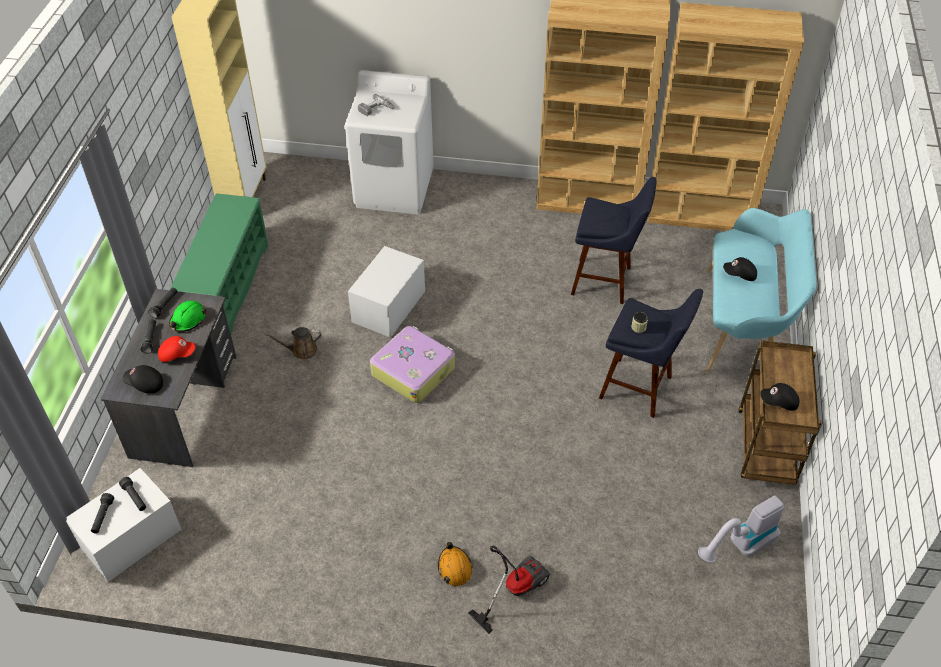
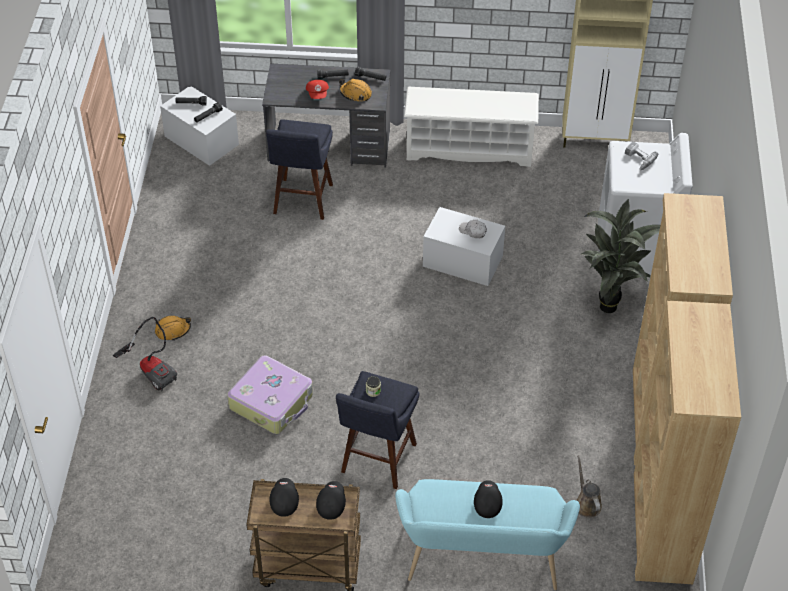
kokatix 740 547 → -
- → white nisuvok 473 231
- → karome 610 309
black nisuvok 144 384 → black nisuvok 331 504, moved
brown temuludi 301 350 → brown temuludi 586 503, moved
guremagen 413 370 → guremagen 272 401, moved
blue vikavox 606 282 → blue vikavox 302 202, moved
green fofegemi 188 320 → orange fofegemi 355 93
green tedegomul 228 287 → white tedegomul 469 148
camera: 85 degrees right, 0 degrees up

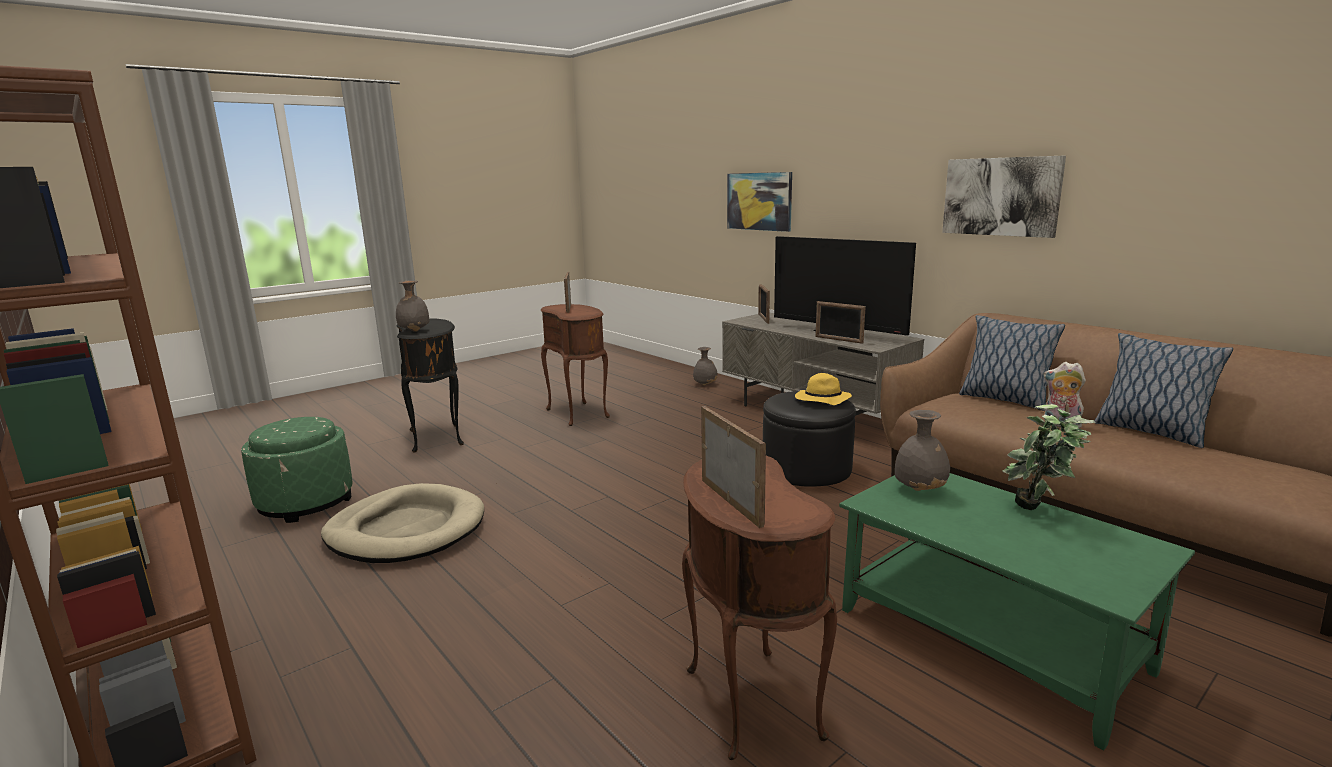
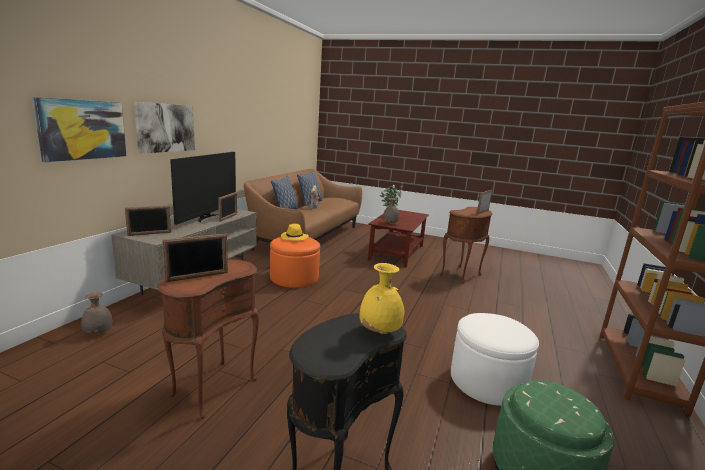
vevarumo 1001 196 → vevarumo 165 127, moved
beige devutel 406 530 → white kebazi 487 381
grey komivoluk 413 331 → yellow komivoluk 380 332
black kebazi 806 468 → orange kebazi 294 278
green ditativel 991 640 → brown ditativel 396 252
camera: 120 degrees left, 0 degrees up

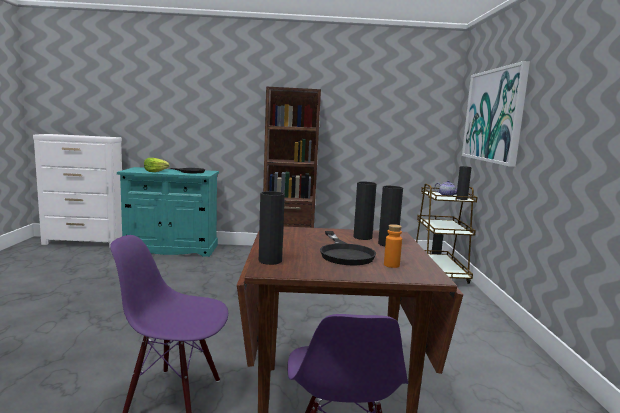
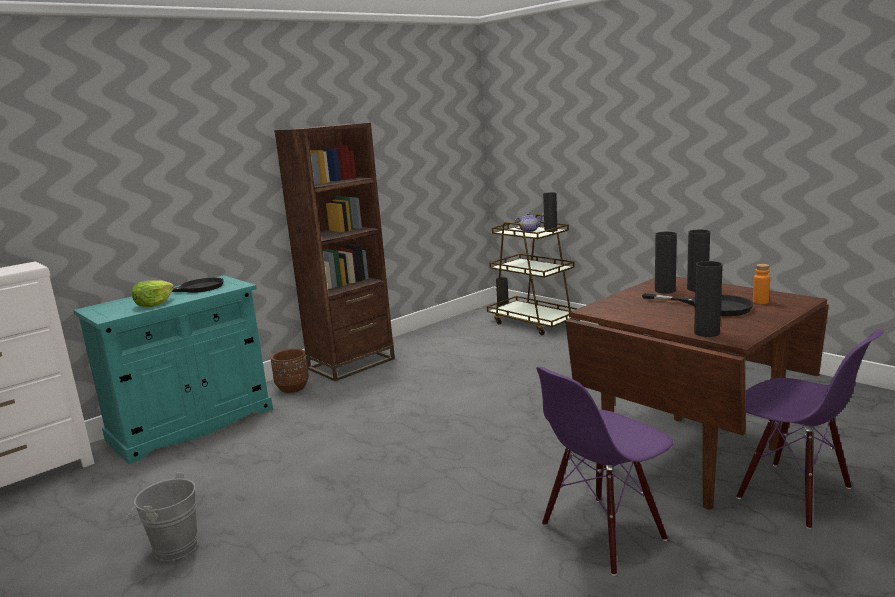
vevarumo 493 115 → -
- → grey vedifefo 171 547
- → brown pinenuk 292 388
camera: 40 degrees left, 5 degrees up

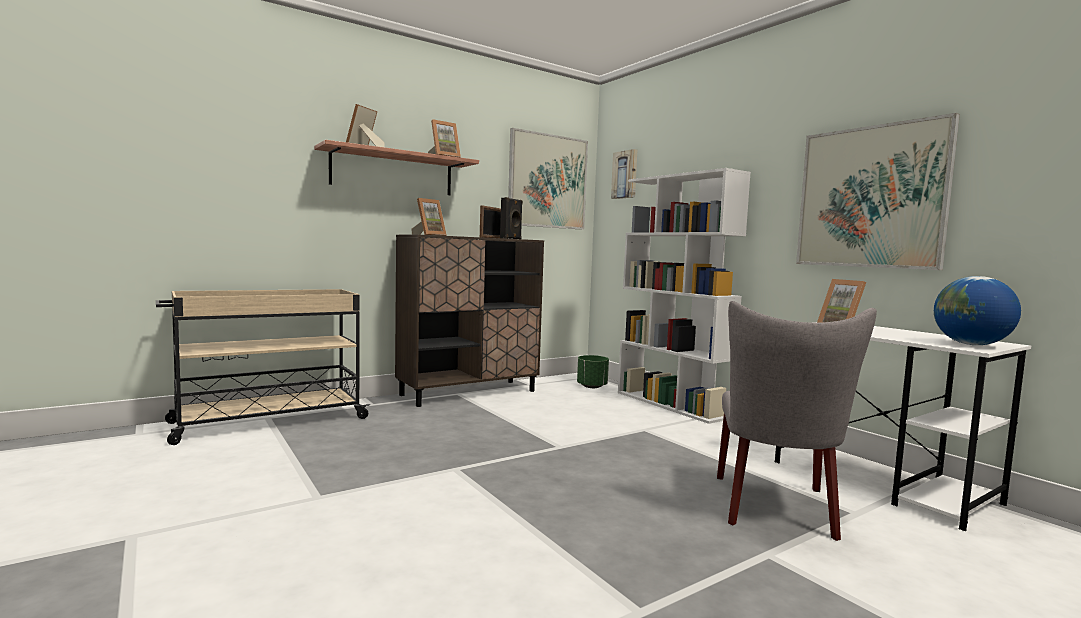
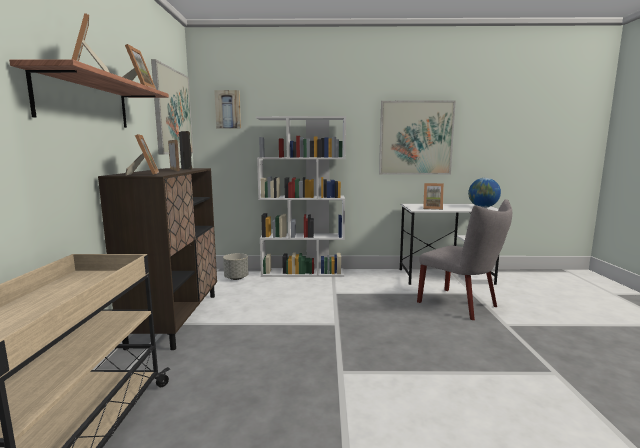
green pinenuk 591 386 → grey pinenuk 236 278
camera: 55 degrees left, 5 degrees up

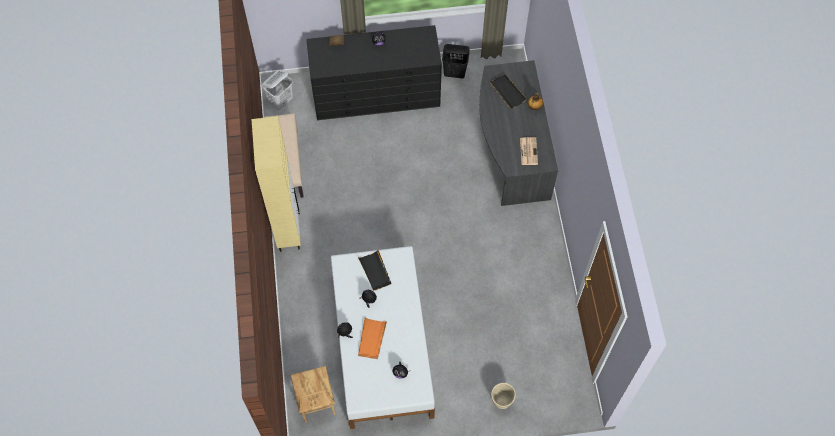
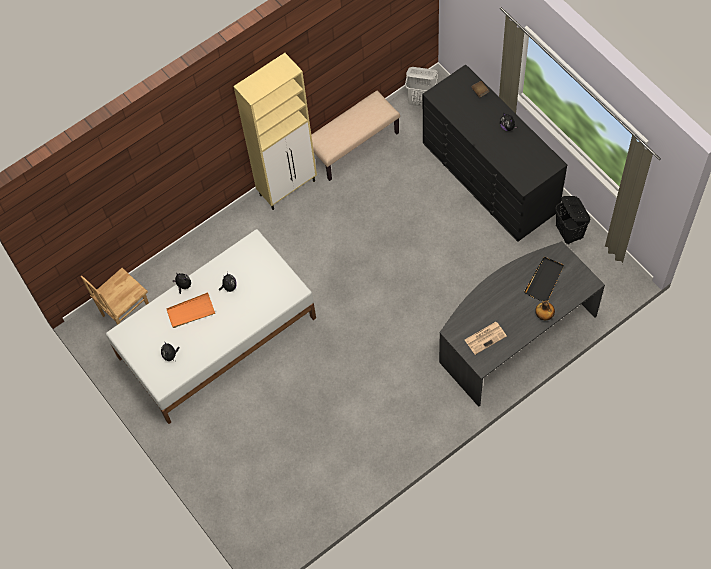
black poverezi 375 271 → -
beige pinenuk 501 402 → -
camera: 65 degrees right, 0 degrees up

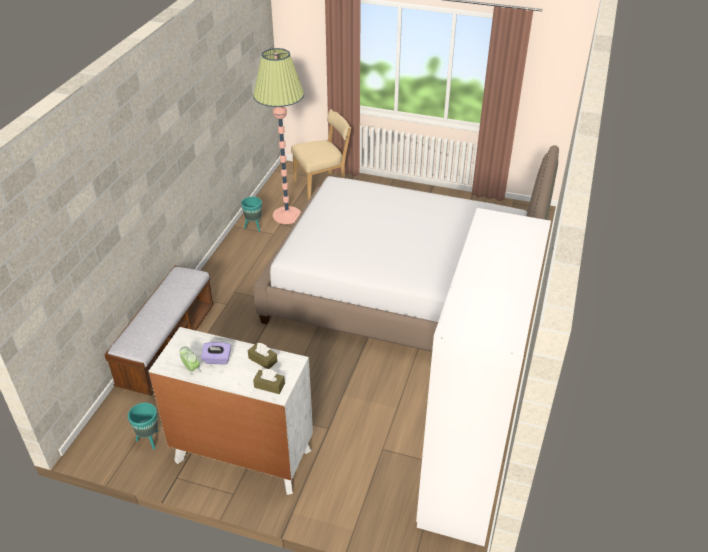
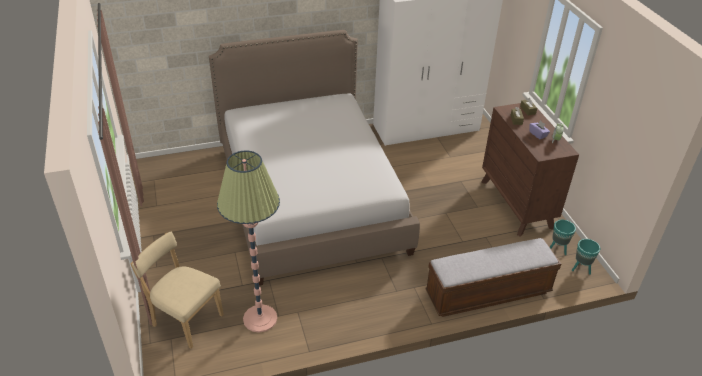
turquoise pinenuk 254 227 → turquoise pinenuk 581 269, moved
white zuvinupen 243 455 → brown zuvinupen 516 204
camera: 125 degrees left, 0 degrees up

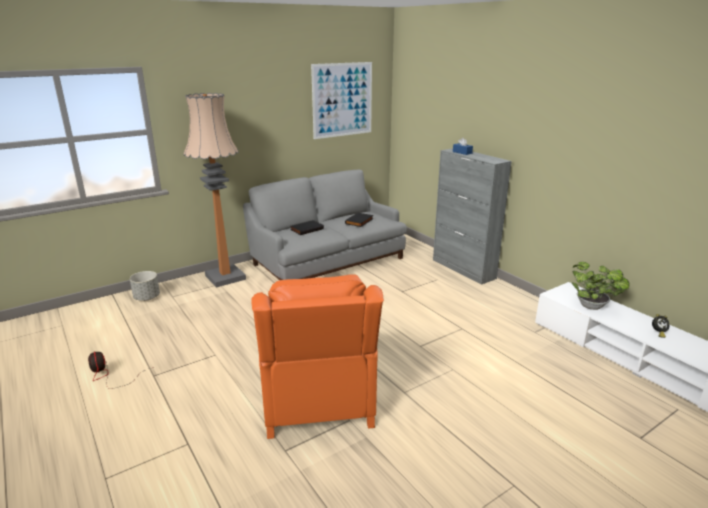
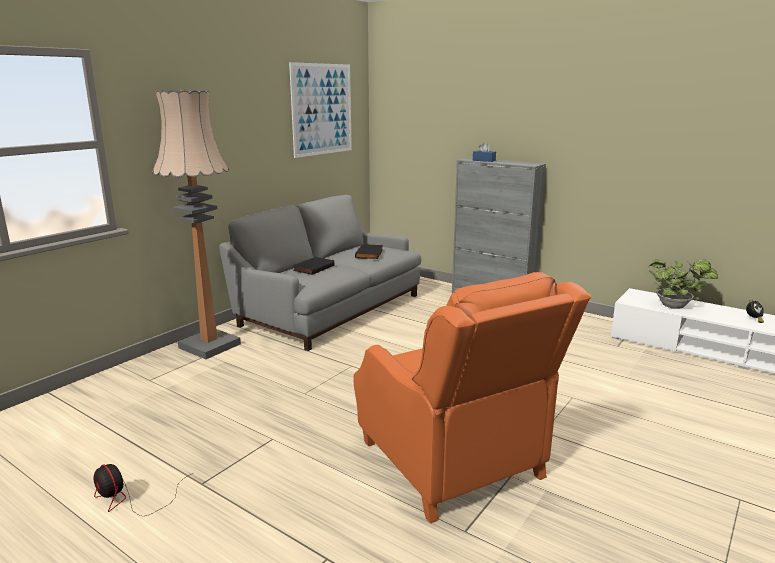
grey pinenuk 147 297 → -
camera: 20 degrees left, 5 degrees down

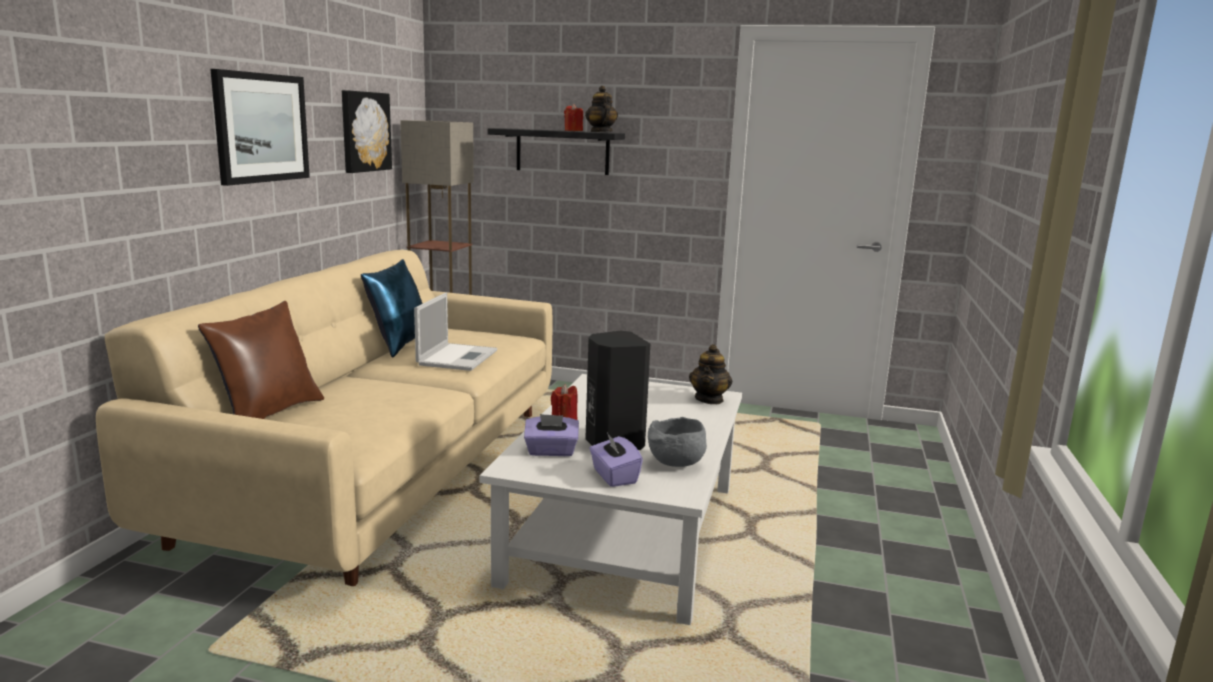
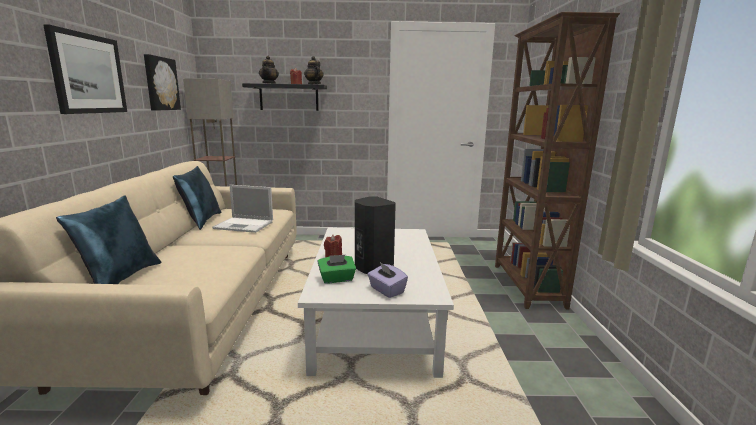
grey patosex 675 464 → -
- → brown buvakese 527 286
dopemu 709 399 → dopemu 269 83, moved
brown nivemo 269 414 → blue nivemo 121 279
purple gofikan 551 451 → green gofikan 337 279
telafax 458 357 → telafax 245 225, 105 degrees clockwise
camera: 15 degrees left, 0 degrees up

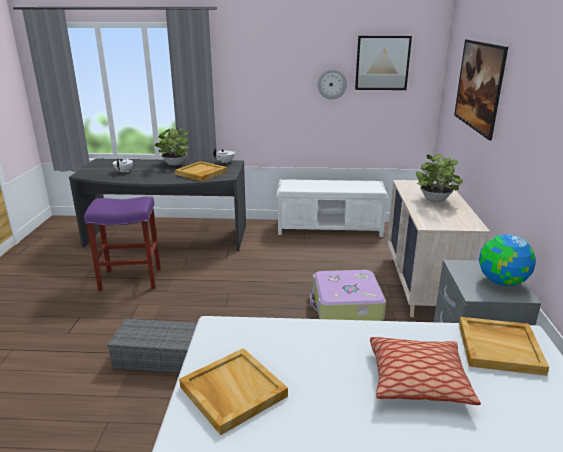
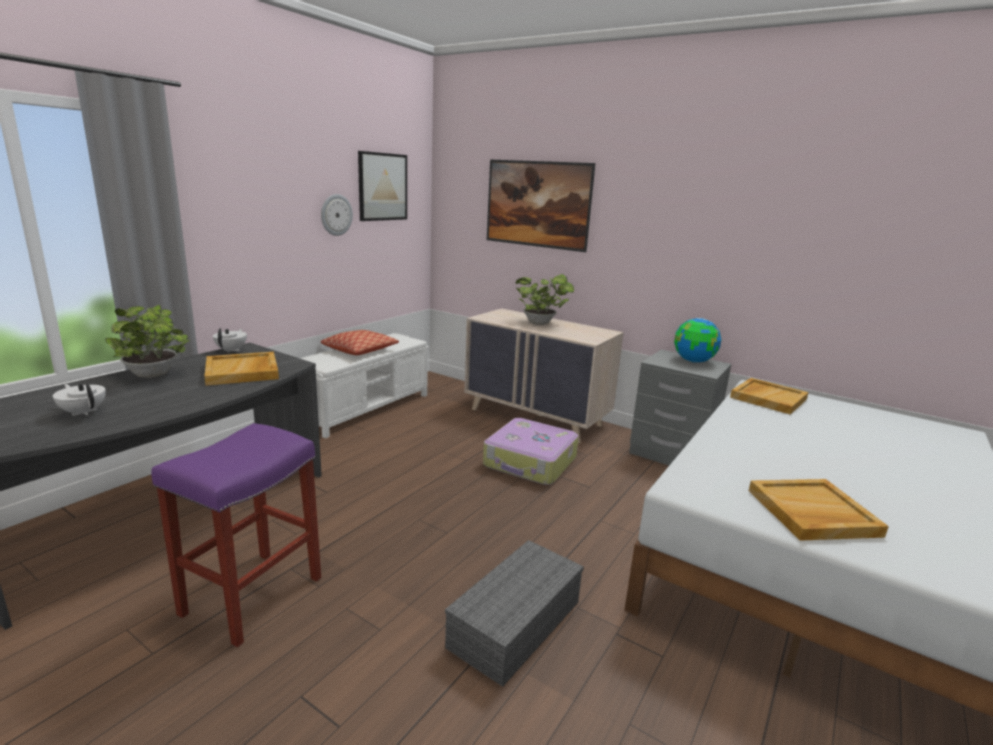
nivemo 418 380 → nivemo 360 350, moved
camera: 60 degrees left, 5 degrees down

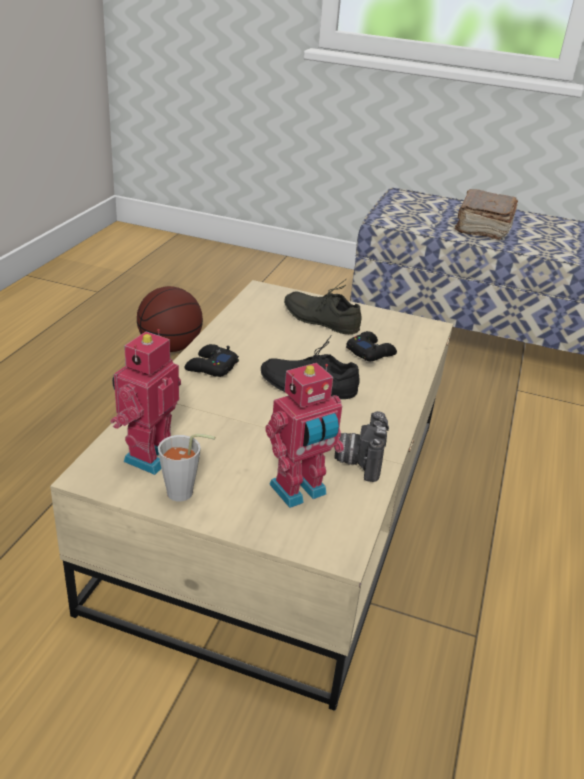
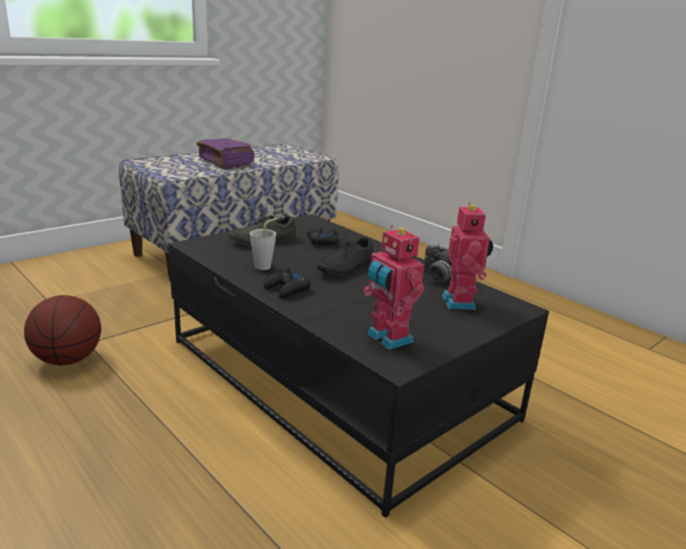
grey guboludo 185 494 → grey guboludo 266 266, moved
beige ditativel 281 508 → black ditativel 338 379
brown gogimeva 483 226 → purple gogimeva 225 162
camera: 60 degrees left, 10 degrees down

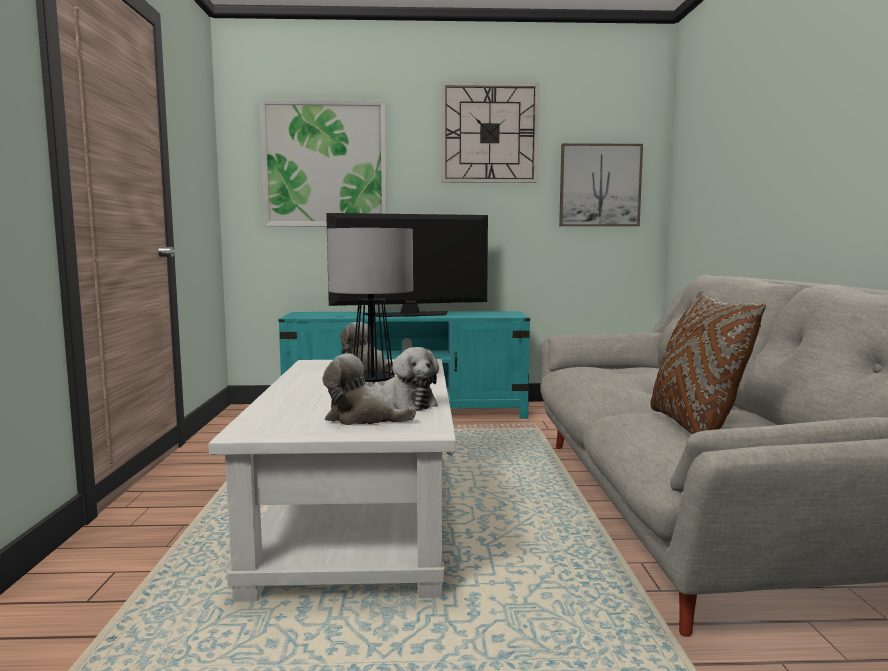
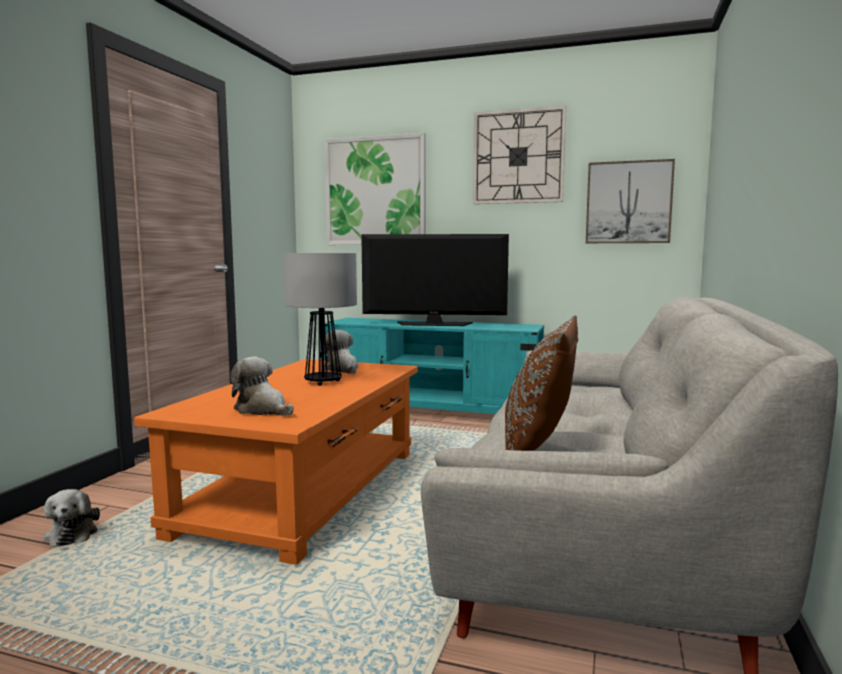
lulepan 404 403 → lulepan 72 534, moved
white ditativel 357 515 → orange ditativel 303 491
camera: 20 degrees right, 0 degrees up

